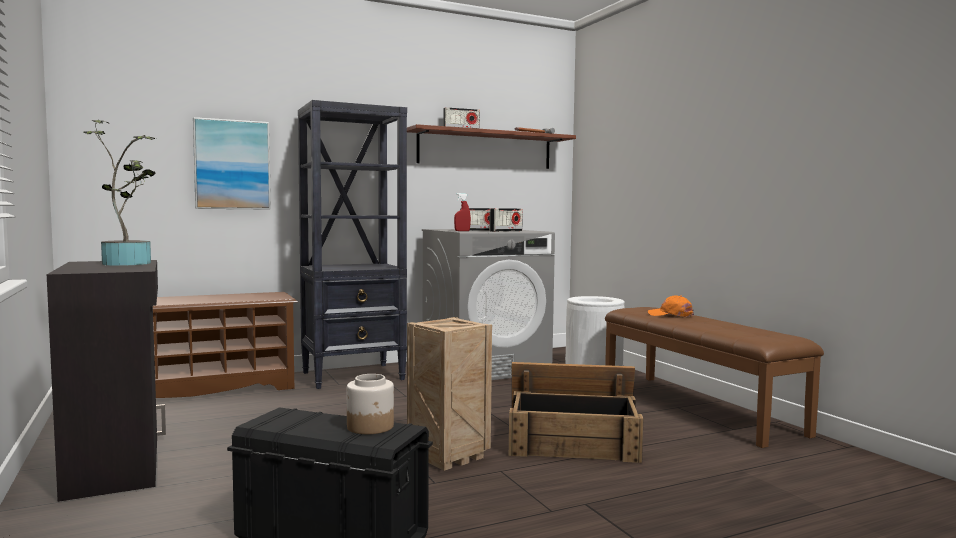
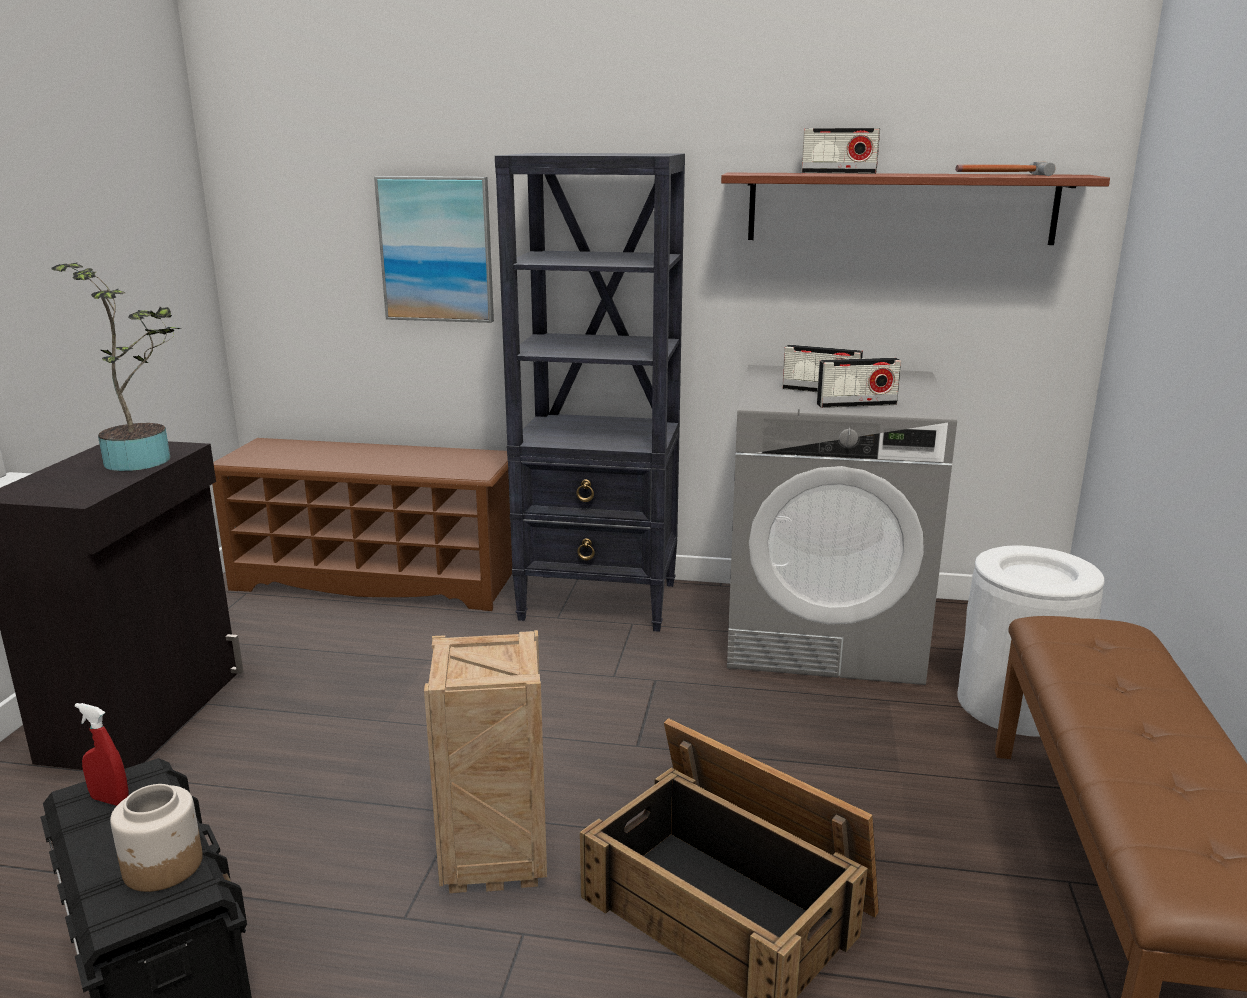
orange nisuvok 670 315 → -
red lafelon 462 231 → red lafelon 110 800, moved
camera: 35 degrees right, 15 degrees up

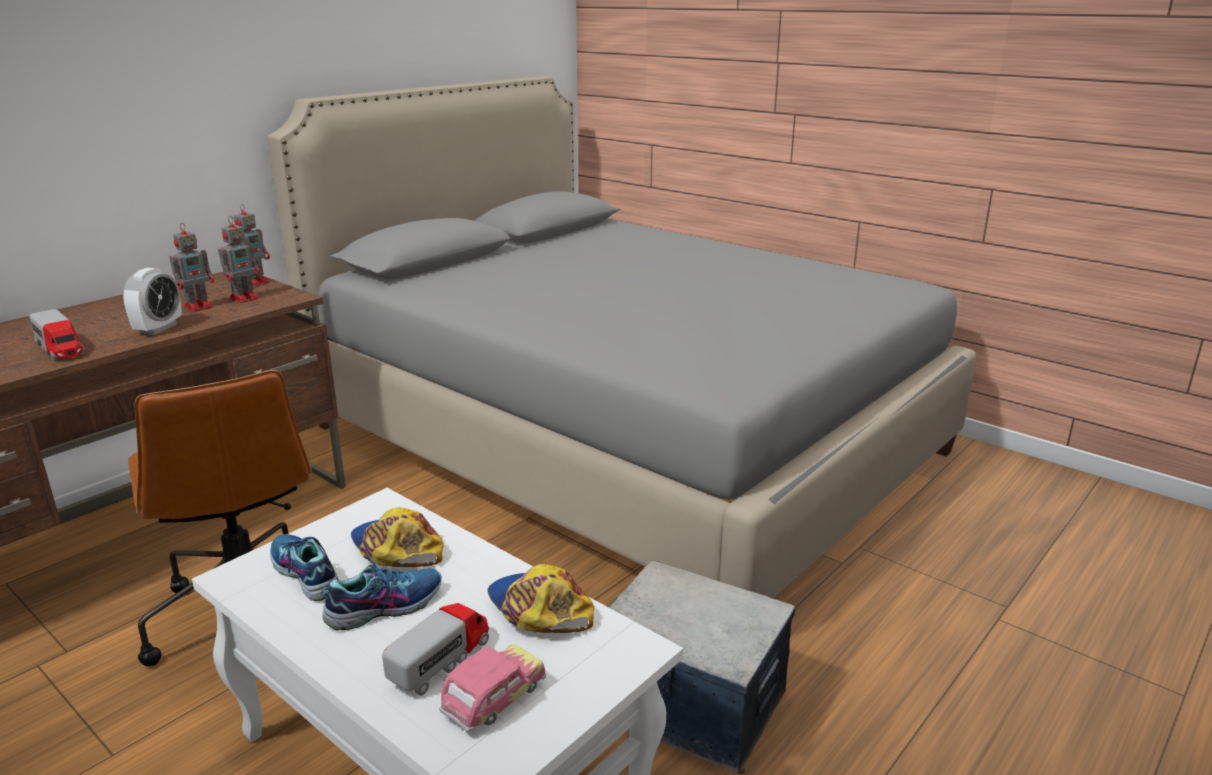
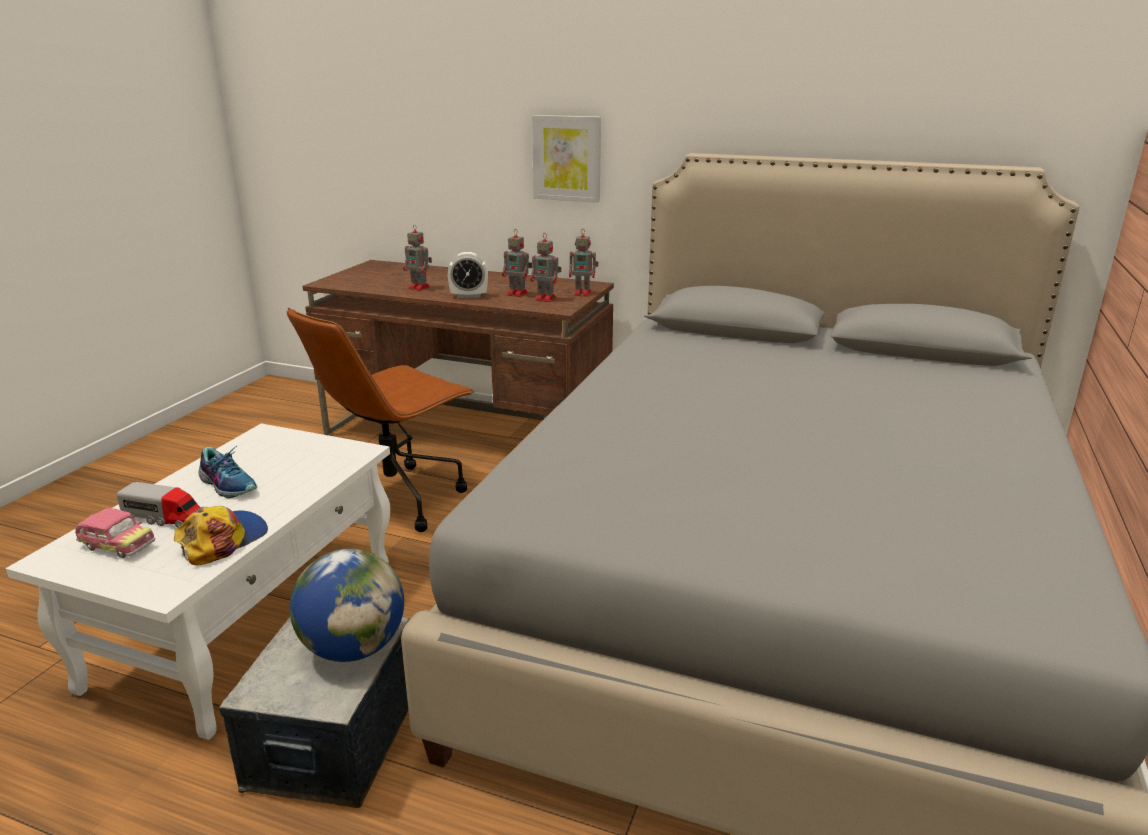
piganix 304 574 → -
nisuvok 396 548 → -
- → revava 353 648
- → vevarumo 567 158
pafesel 60 349 → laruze 420 288
camera: 70 degrees right, 0 degrees up

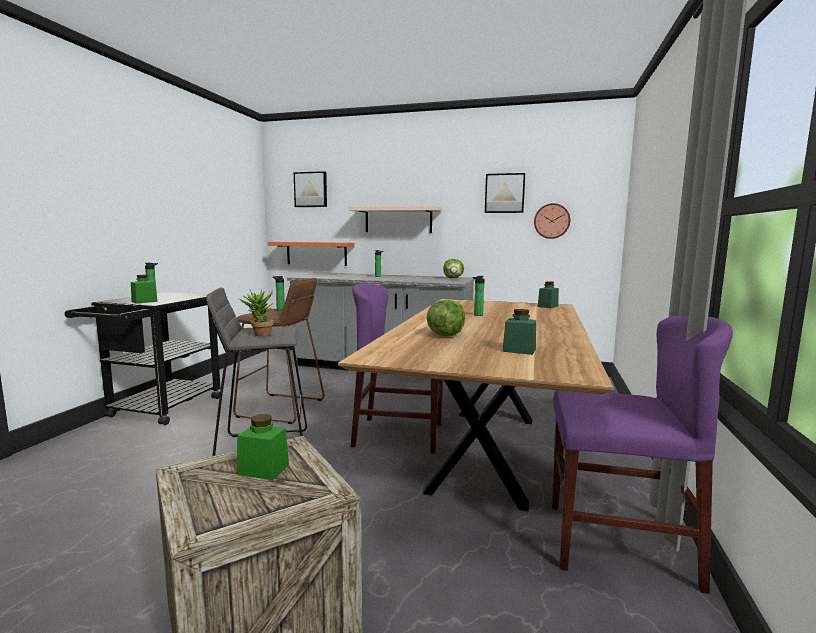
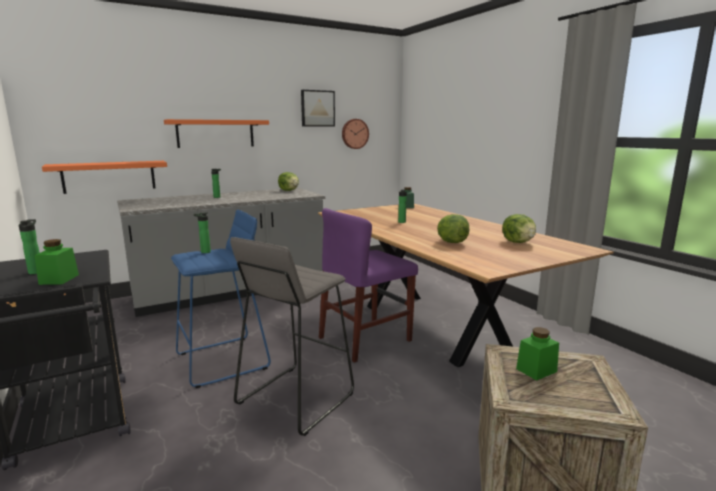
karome 259 335 → -
vevarumo 311 189 → -
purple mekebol 618 543 → -
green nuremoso 519 350 → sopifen 518 242
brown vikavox 281 408 → blue vikavox 223 361
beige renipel 398 220 → orange renipel 215 133
camera: 45 degrees left, 5 degrees up

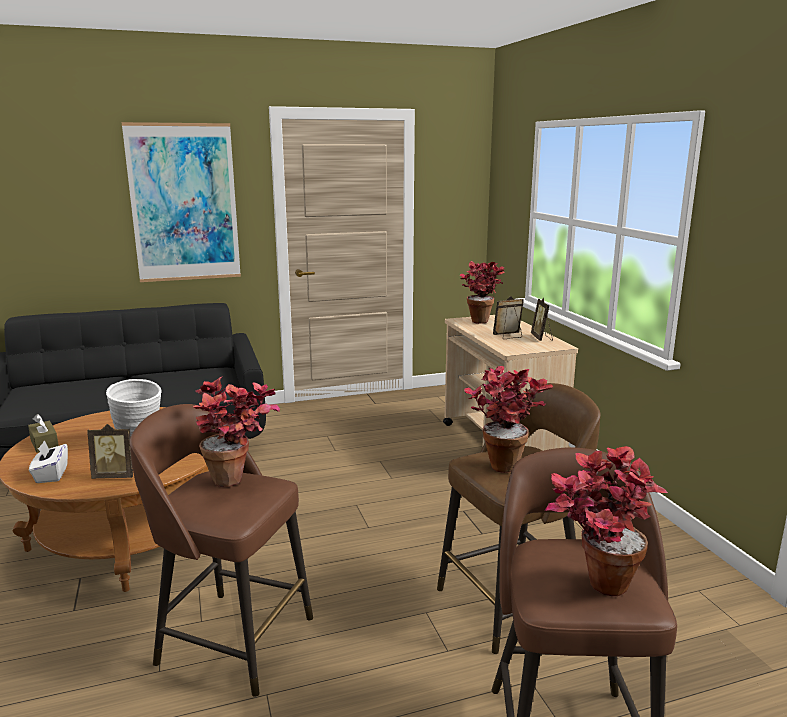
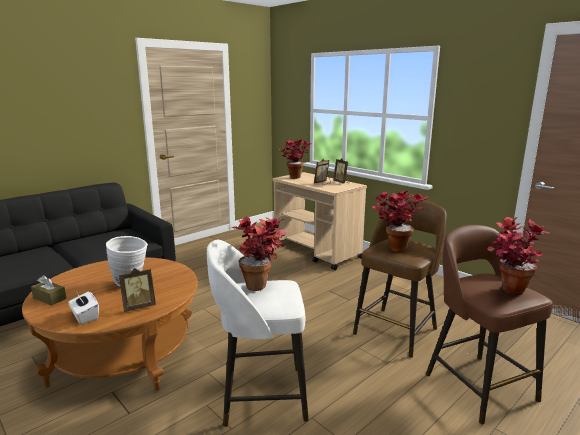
vevarumo 184 203 → -
brown vikavox 232 639 → white vikavox 261 395
camera: 25 degrees left, 0 degrees up

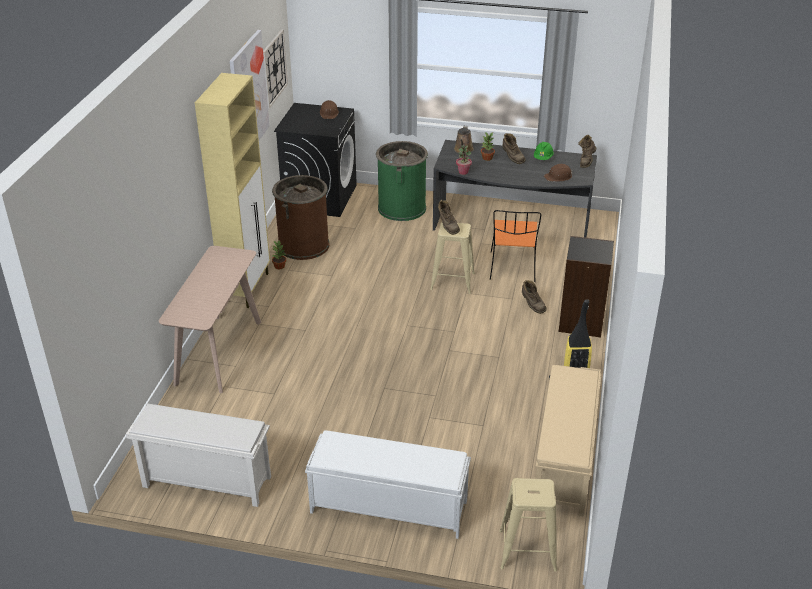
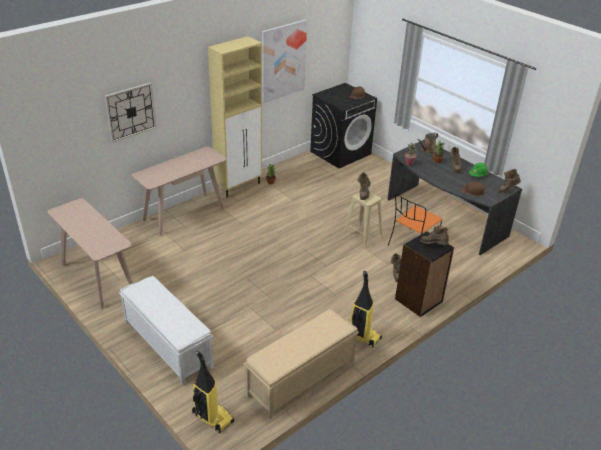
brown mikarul 304 245 → -
green mikarul 402 208 → -
- → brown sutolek 434 245
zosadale 274 68 → zosadale 131 112, moved
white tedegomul 205 482 → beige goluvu 97 278
beige vikavox 528 550 → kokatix 212 418
camera: 35 degrees right, 0 degrees up

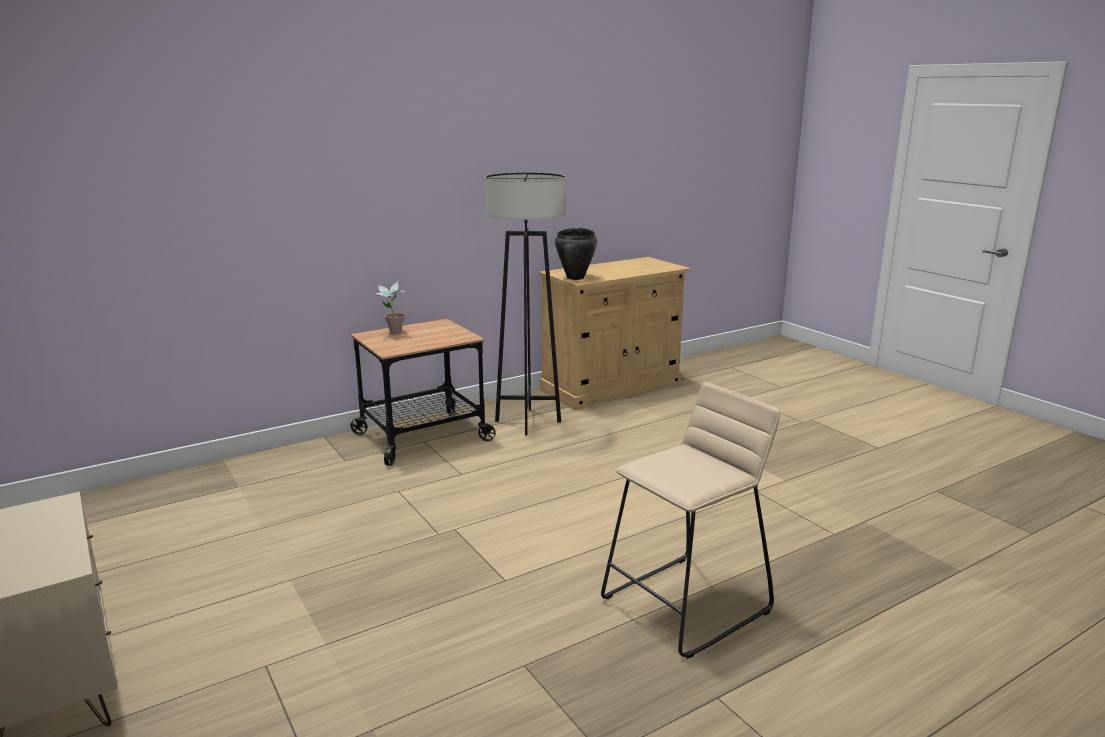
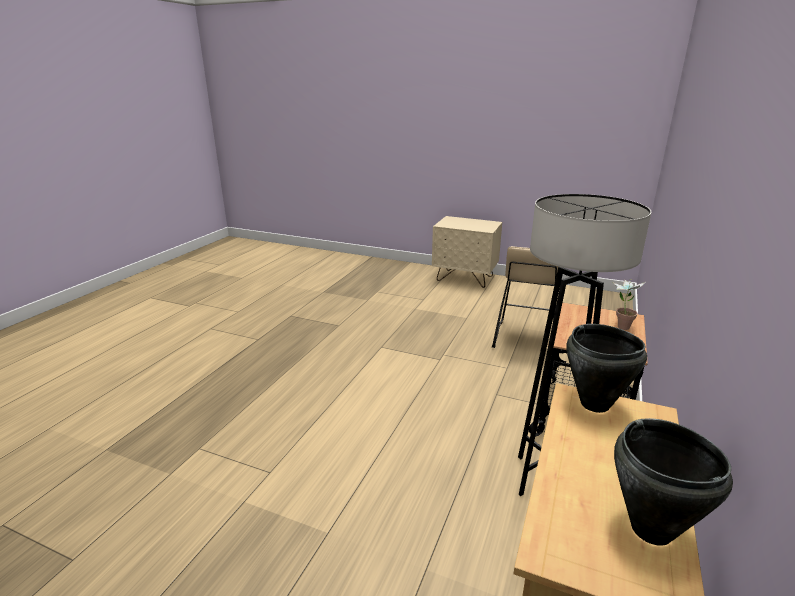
- → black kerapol 651 530
beige vikavox 686 605 → beige vikavox 524 338, moved
camera: 145 degrees right, 5 degrees up

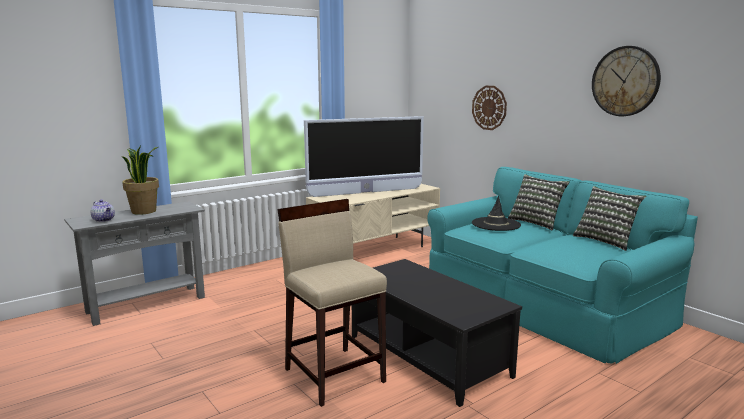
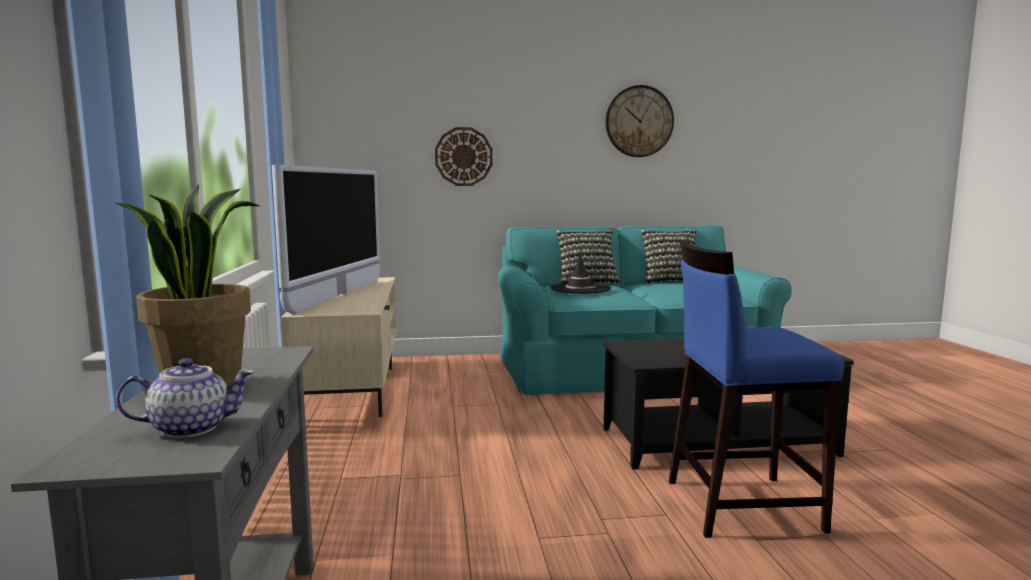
beige vikavox 335 374 → blue vikavox 740 504
camera: 60 degrees left, 5 degrees down

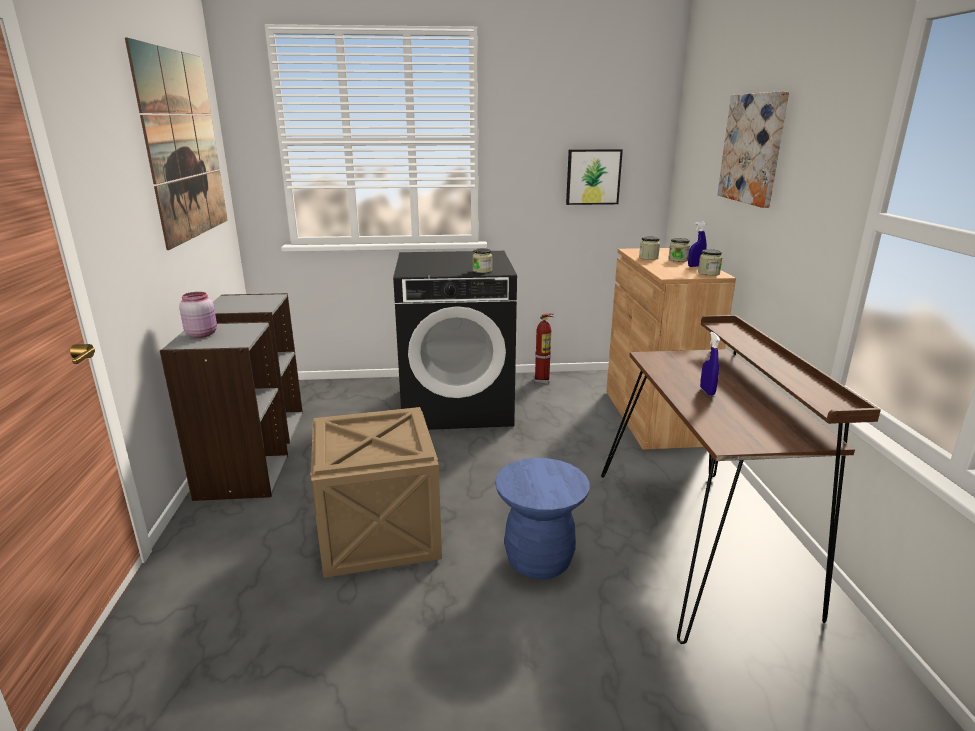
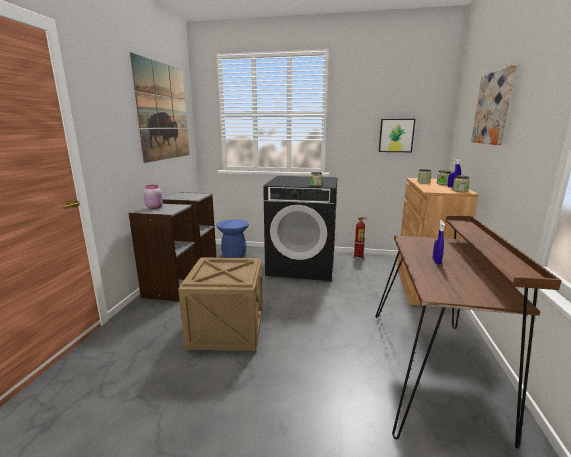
blue vikavox 539 560 → blue vikavox 234 255, moved
camera: 15 degrees right, 5 degrees down

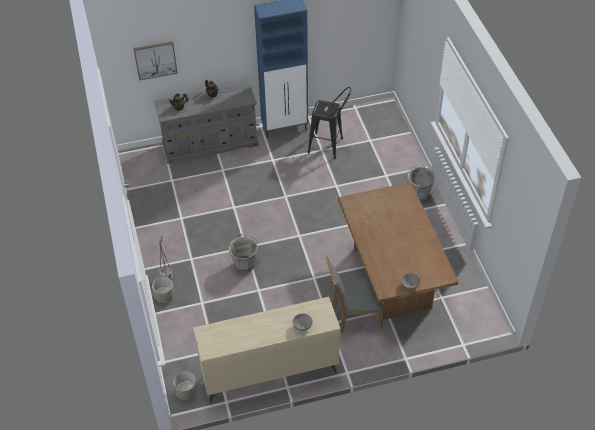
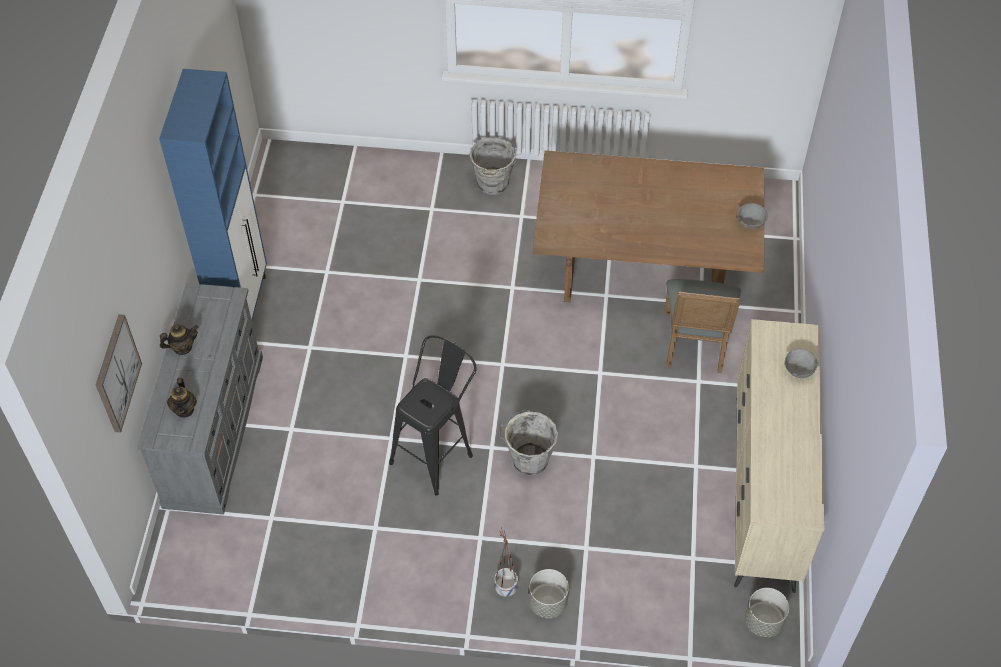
black vikavox 329 146 → black vikavox 437 454, moved
camera: 70 degrees left, 5 degrees up

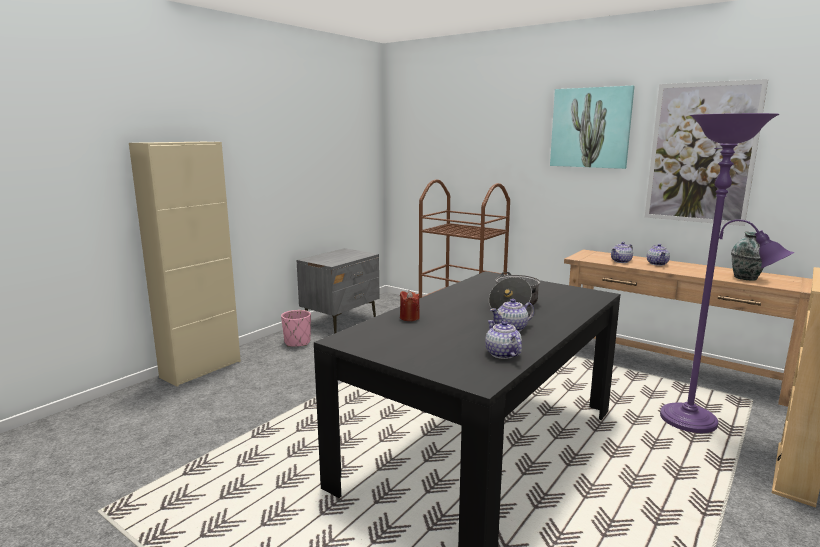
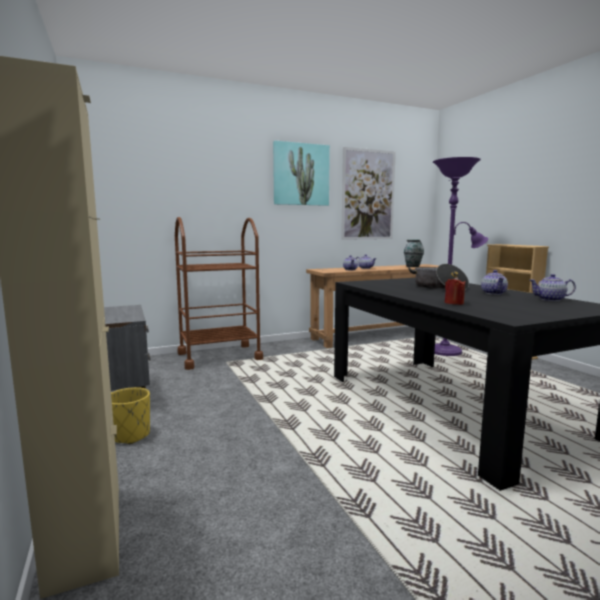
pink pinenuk 297 342 → yellow pinenuk 130 435
camera: 60 degrees left, 5 degrees down

